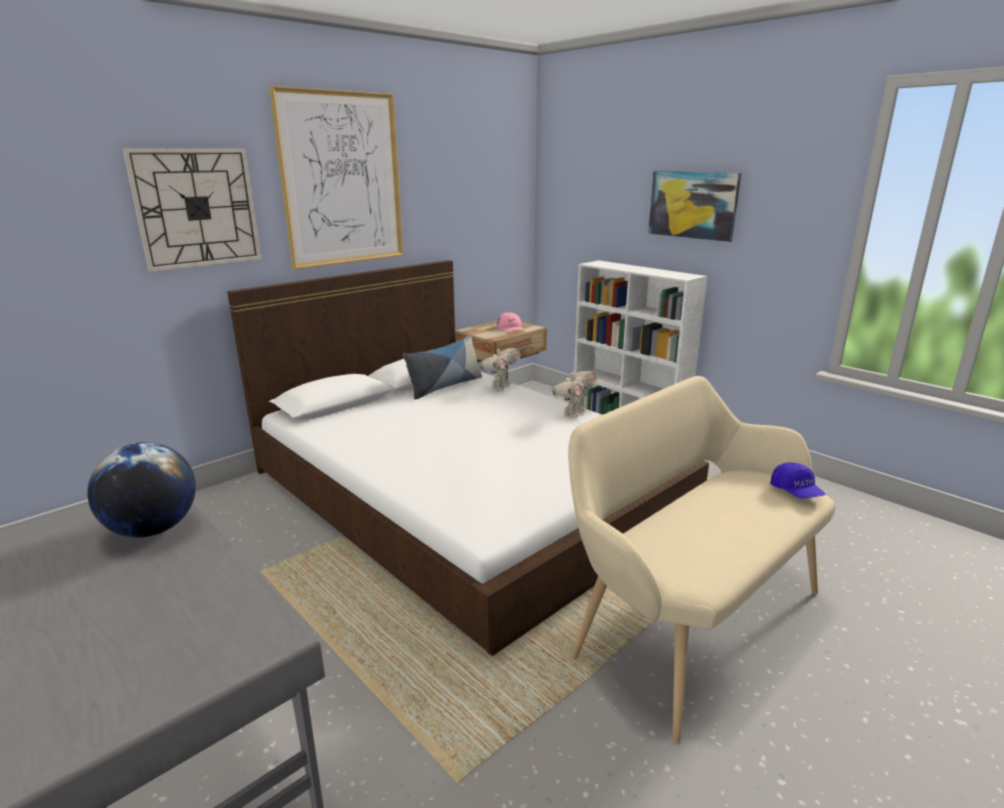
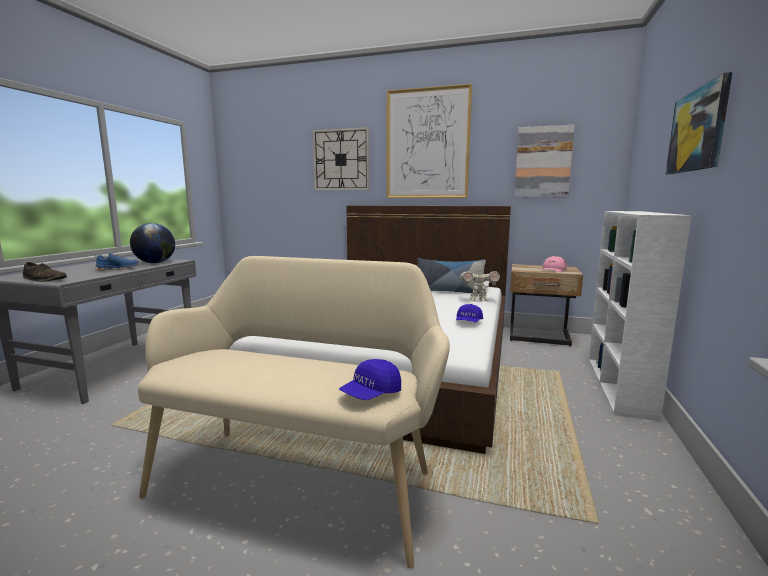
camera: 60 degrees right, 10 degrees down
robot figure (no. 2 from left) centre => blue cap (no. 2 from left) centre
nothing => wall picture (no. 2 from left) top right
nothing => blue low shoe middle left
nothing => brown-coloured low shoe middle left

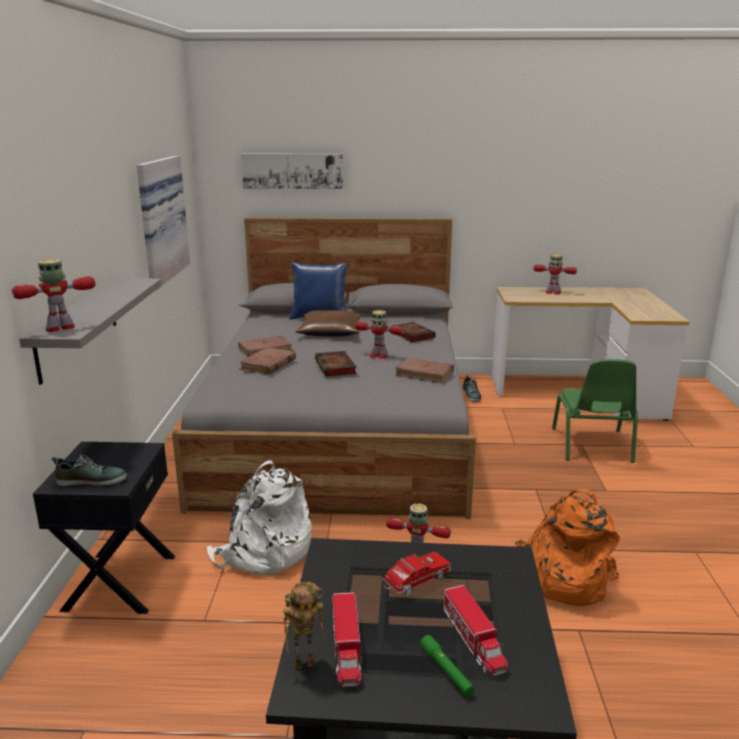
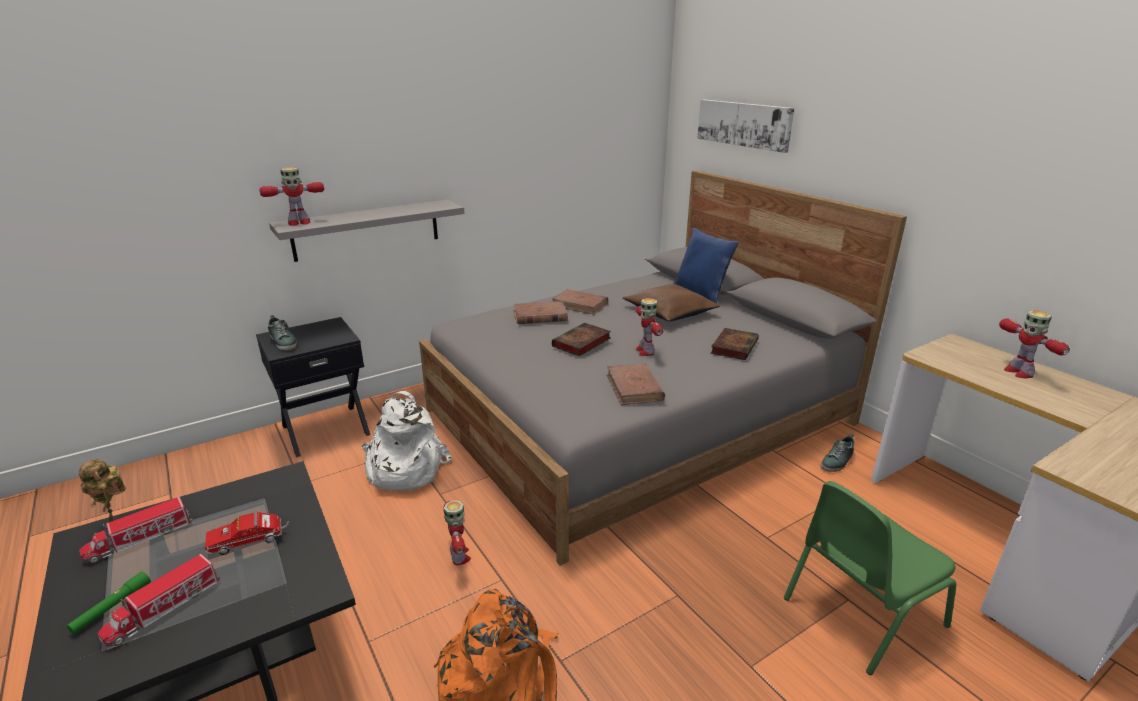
camera: 55 degrees right, 5 degrees up
wall picture (no. 1 from left) top left => nothing
robot figure (no. 1 from left in the first image) middle left => robot figure (no. 2 from left) top left, 135 degrees clockwise
toy lorry (no. 2 from left in the first image) bottom centre => toy lorry (no. 3 from left) bottom left, 135 degrees clockwise

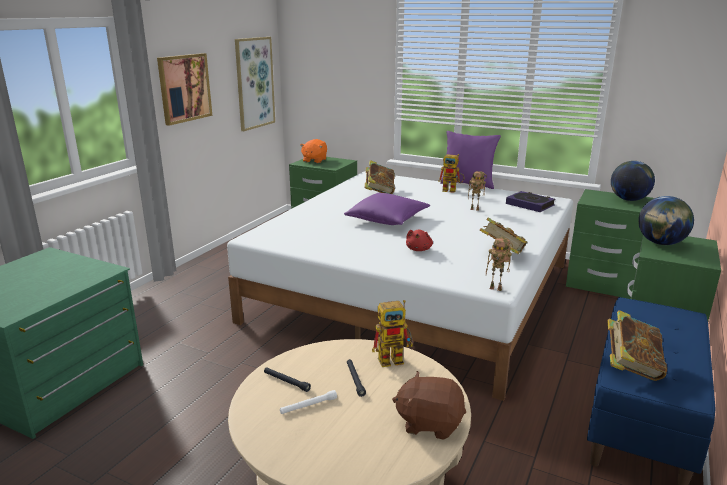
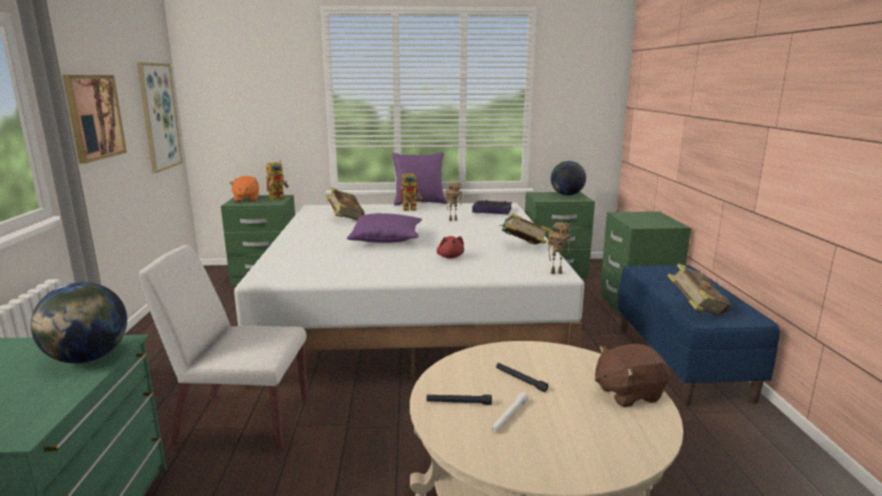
camera: 30 degrees left, 5 degrees down
desk globe (no. 2 from left in the first image) middle right => desk globe (no. 1 from left) middle left, shifted
robot figure (no. 1 from left) bottom centre => robot figure (no. 1 from left) middle left, shifted
nothing => white upright chair bottom left

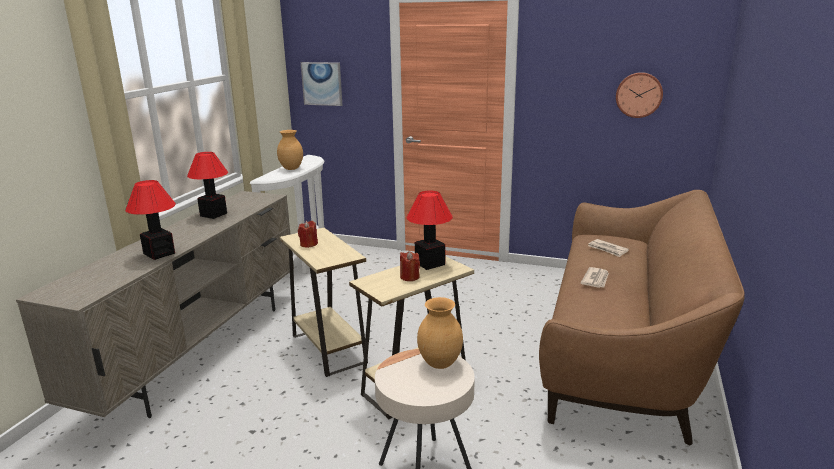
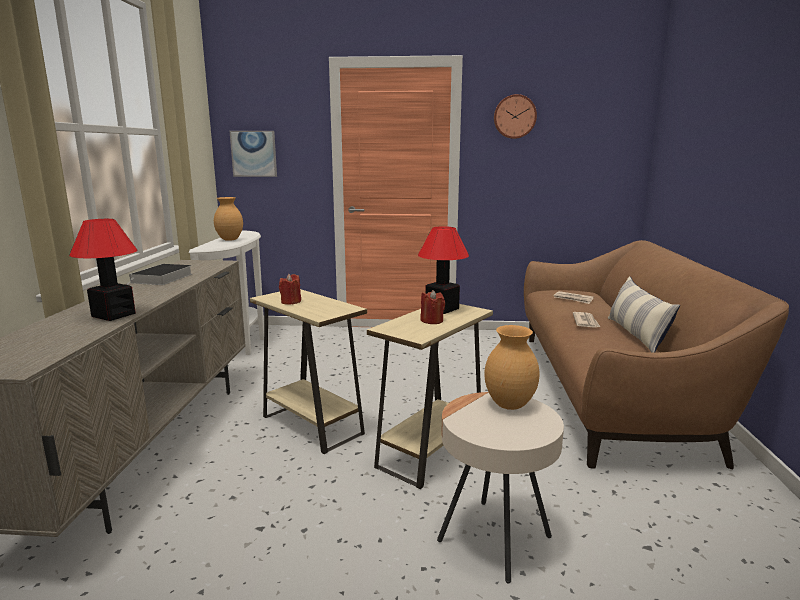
camera: 15 degrees left, 5 degrees down
clock on the wall top right => clock on the wall top centre, shifted
lamp for a table (no. 2 from left) middle left => volume middle left
nothing => throw pillow middle right

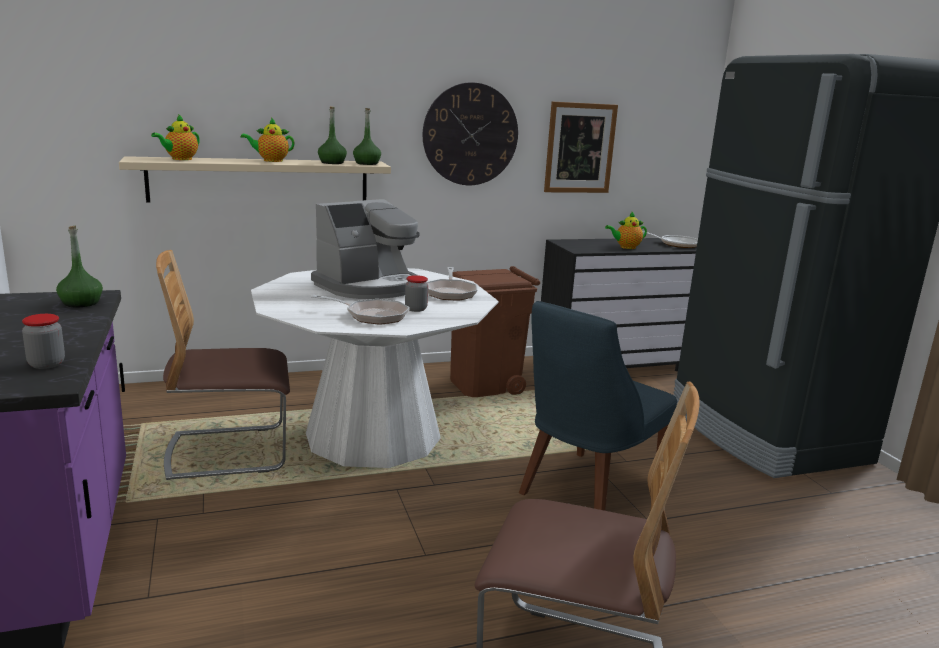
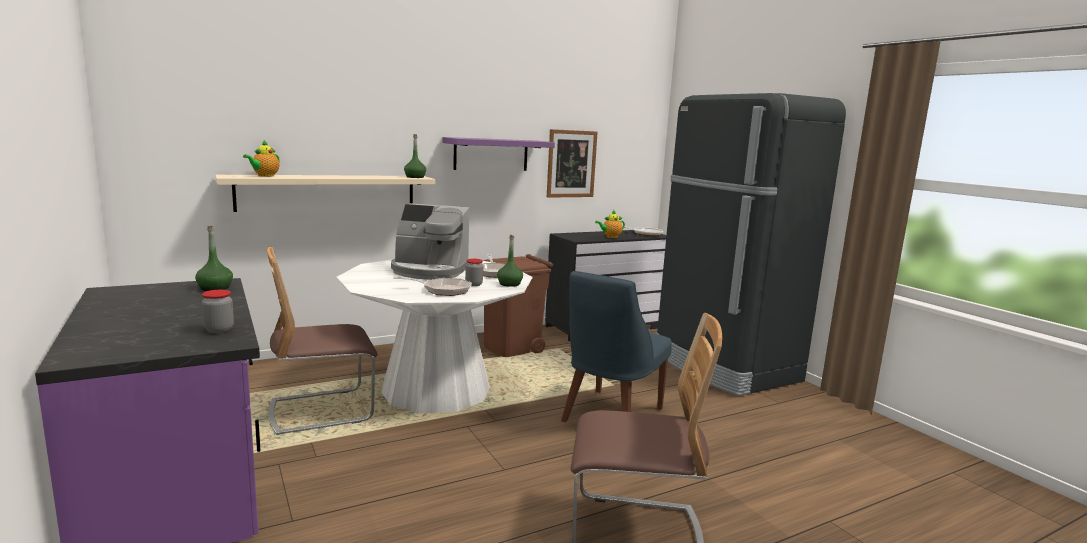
camera: 10 degrees left, 5 degrees down
clock on the wall top centre => purplish shelf top centre
green beverage bottle (no. 2 from left in the first image) top centre => green beverage bottle (no. 3 from left) centre, shifted
pot for tea (no. 2 from left) top left => nothing
coffee brewer centre, 60 degrees clockwise

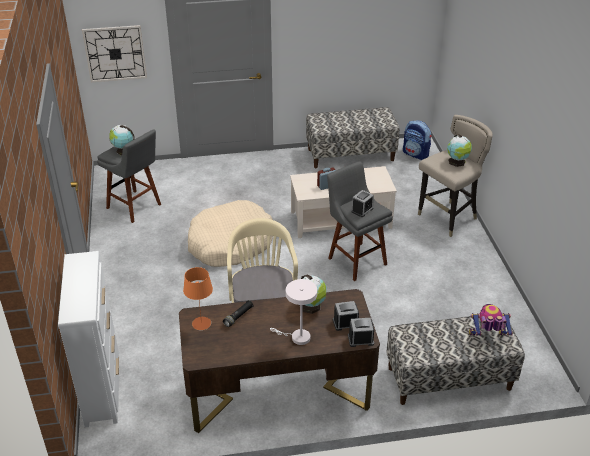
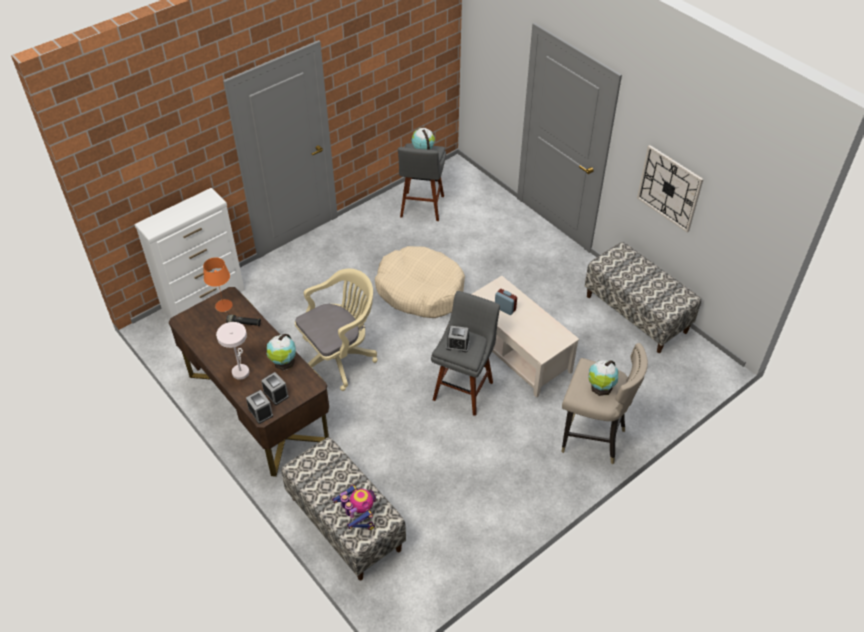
camera: 60 degrees right, 10 degrees up
clock on the wall top left => clock on the wall top right, shifted
knapsack top right => nothing

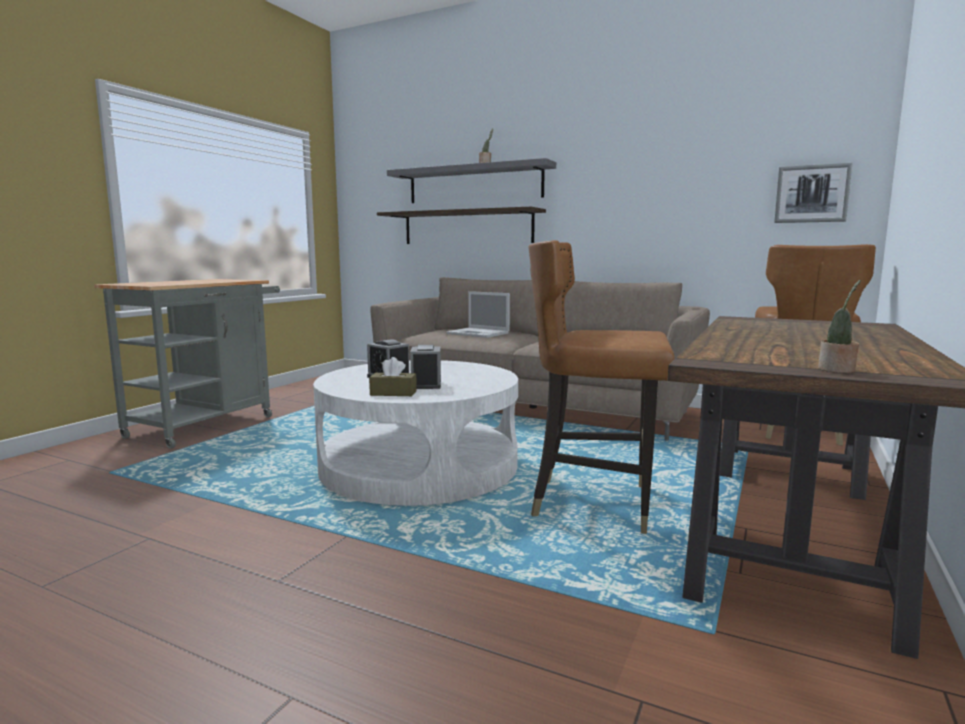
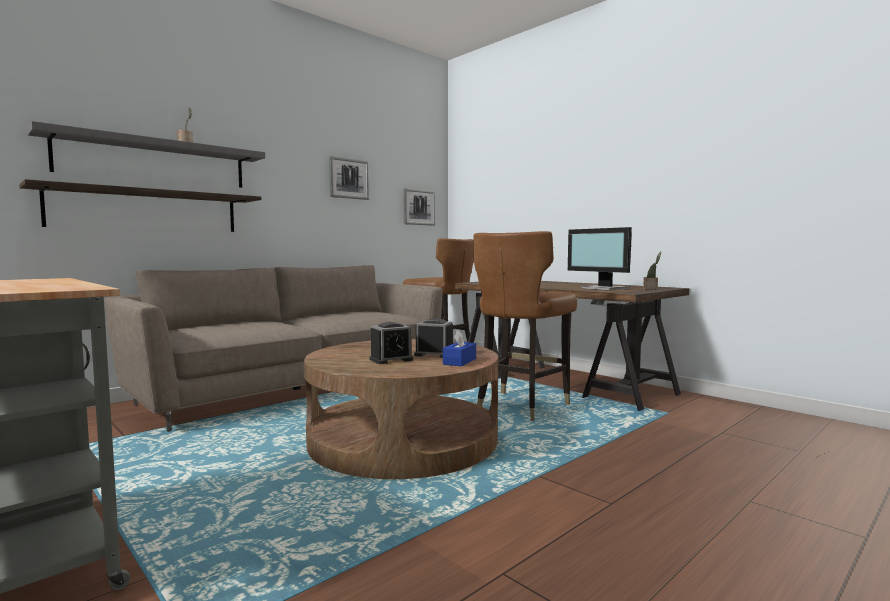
camera: 70 degrees left, 5 degrees down
laptop centre => nothing
brown-coloured box of tissues centre => blue box of tissues centre
white lounge table centre => brown-coloured lounge table bottom centre
nothing => wall picture (no. 1 from left) top centre
nothing => monitor middle right

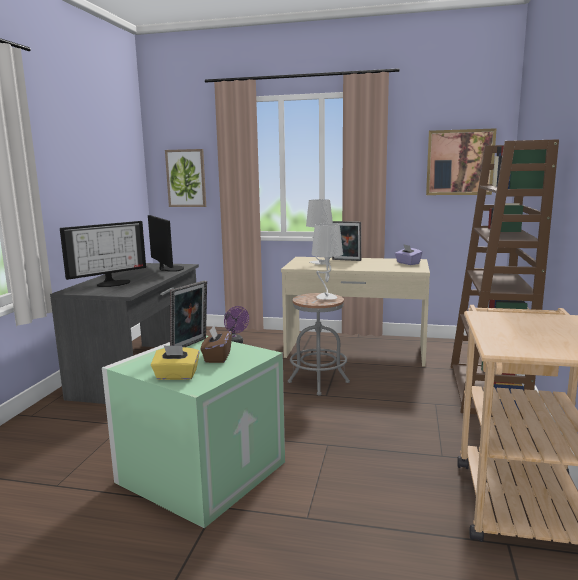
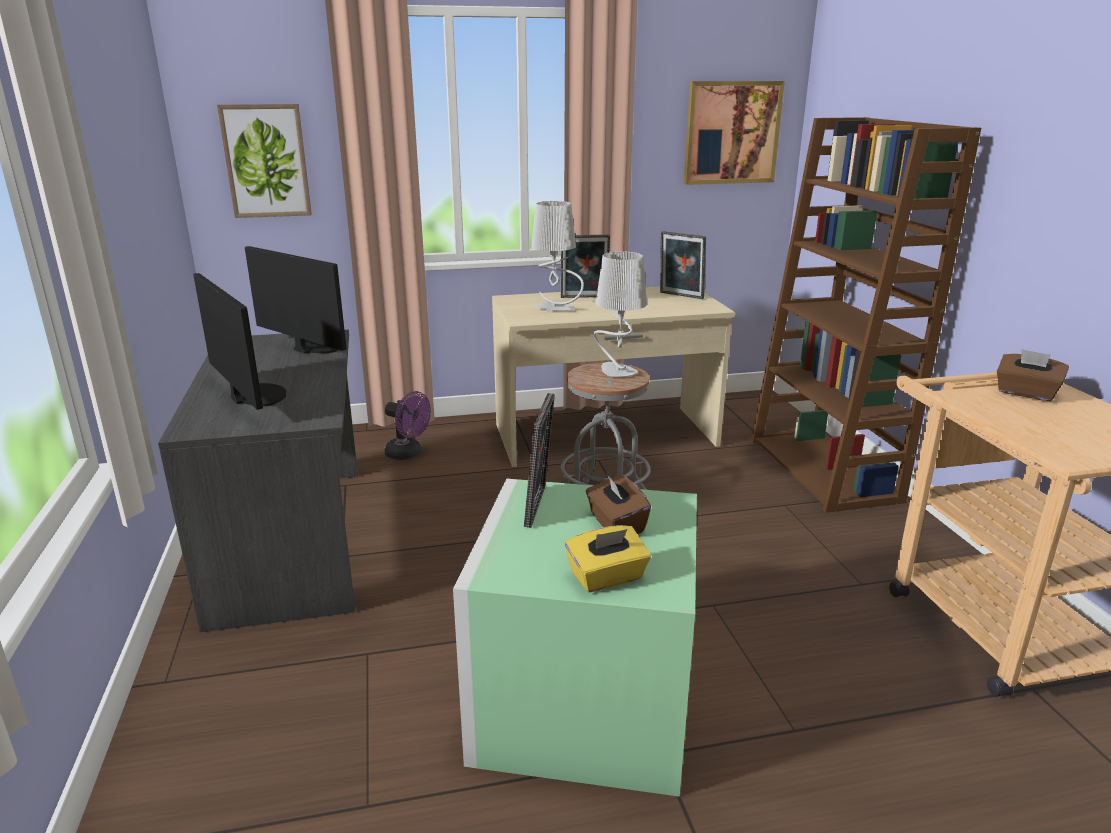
camera: 25 degrees left, 10 degrees up
monitor (no. 1 from left) middle left, 60 degrees counterclockwise
purplish box of tissues middle right => picture frame (no. 3 from left) top centre
nothing => brown-coloured box of tissues (no. 2 from left) middle right

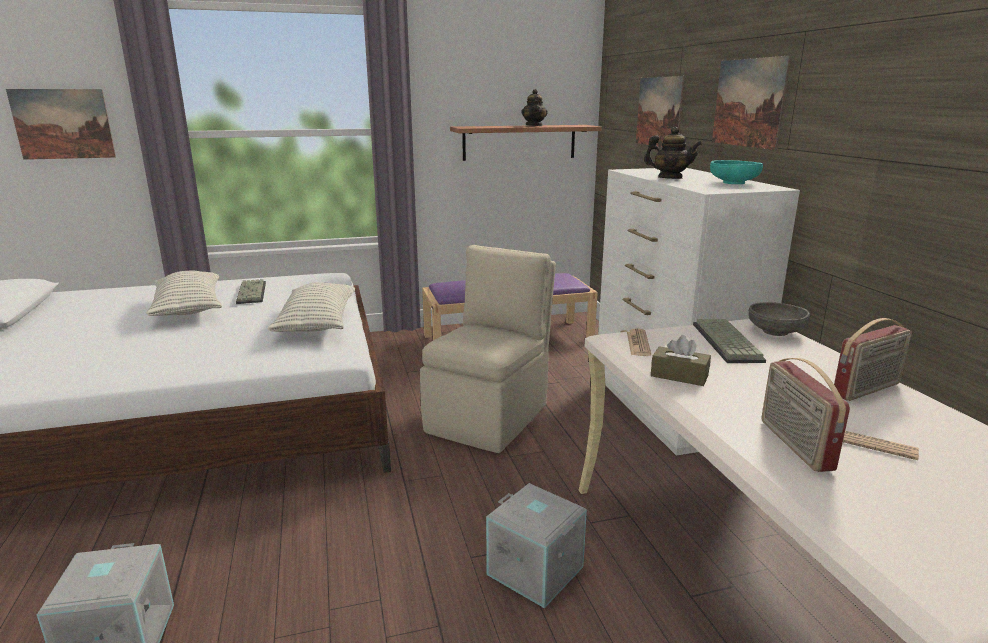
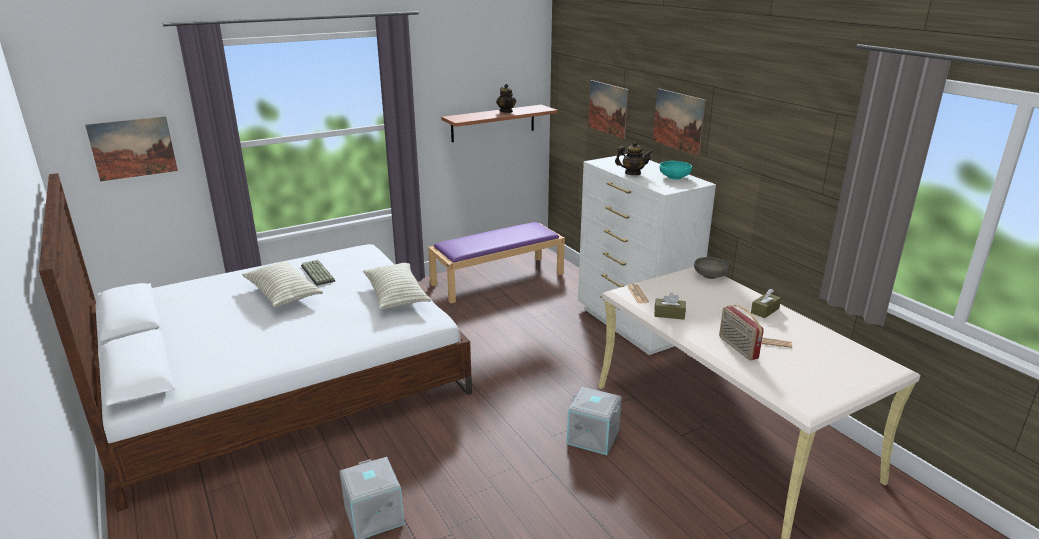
camera: 15 degrees left, 5 degrees up
sand-coloured upright chair centre => nothing
radio set (no. 2 from left) middle right => brown-coloured box of tissues (no. 2 from left) middle right
PC keyboard (no. 2 from left) middle right => nothing

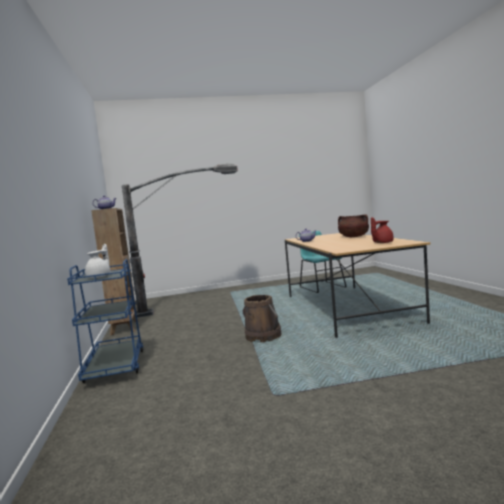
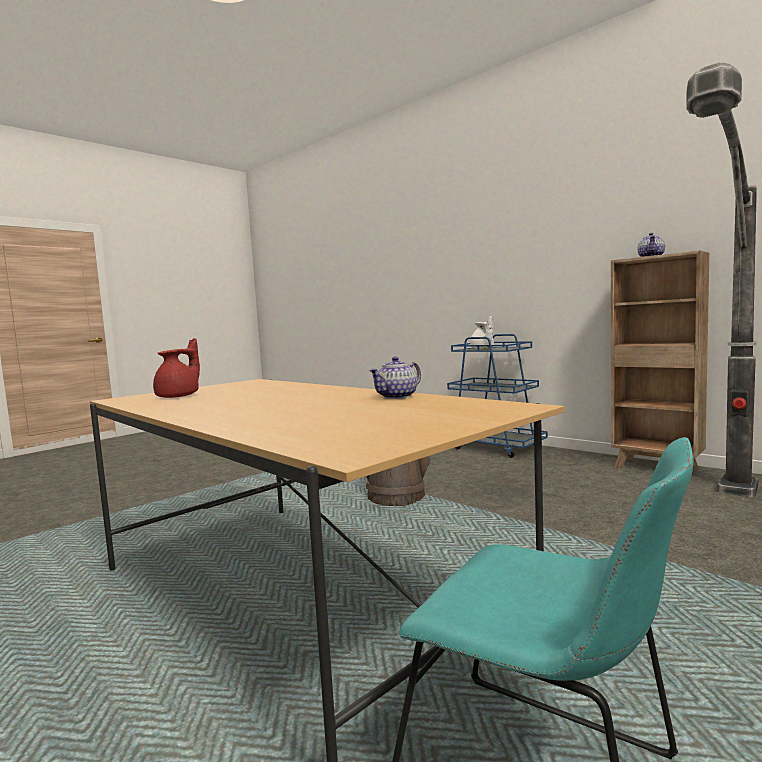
camera: 145 degrees right, 0 degrees up
brown-coloured stockpot middle right => nothing

